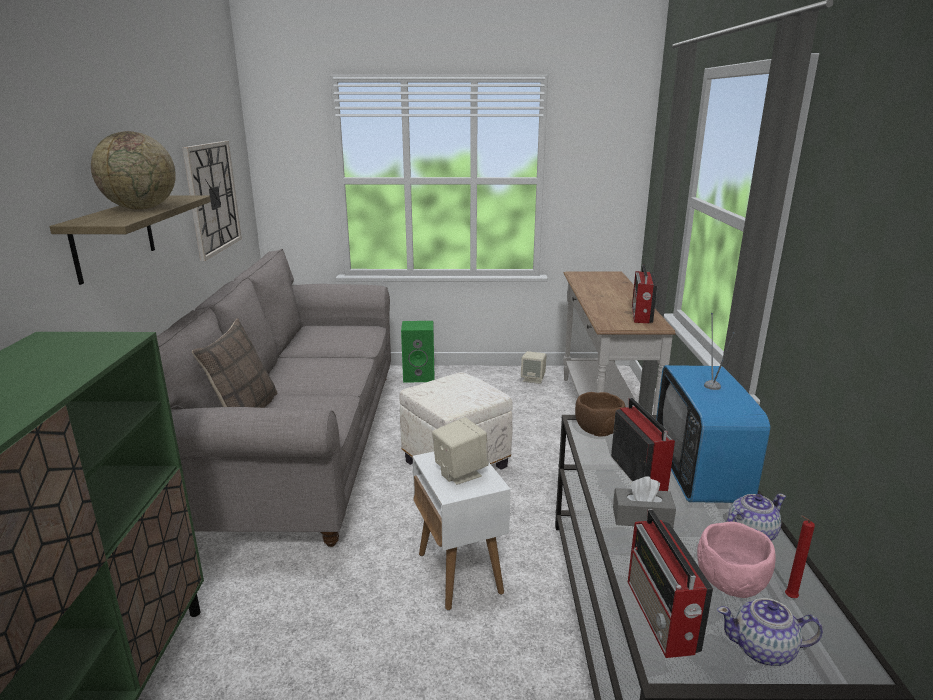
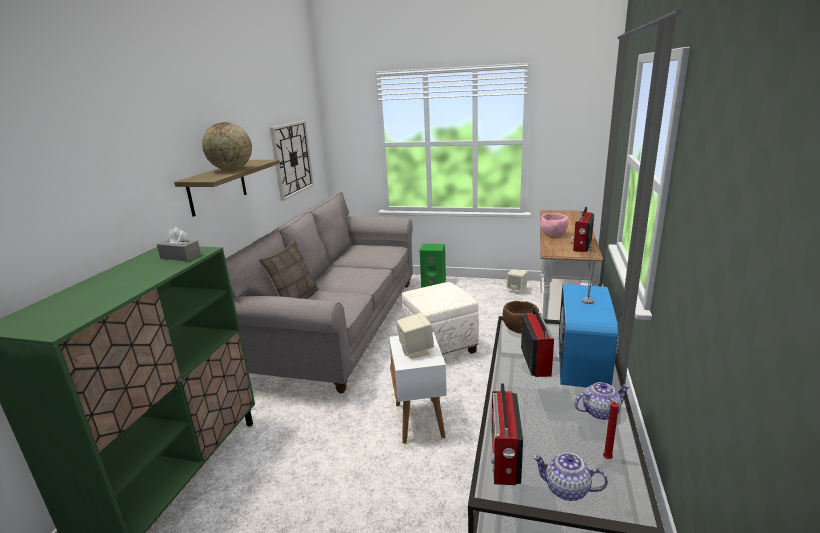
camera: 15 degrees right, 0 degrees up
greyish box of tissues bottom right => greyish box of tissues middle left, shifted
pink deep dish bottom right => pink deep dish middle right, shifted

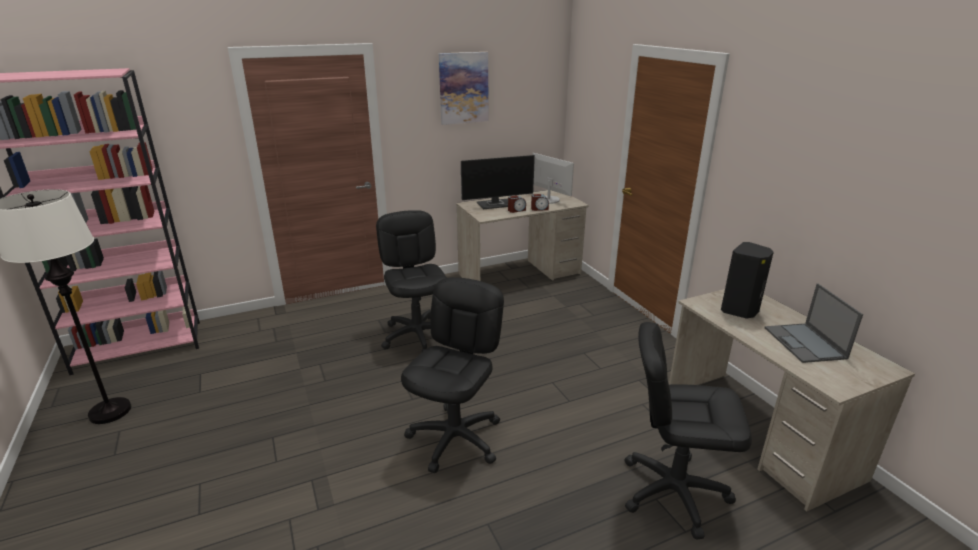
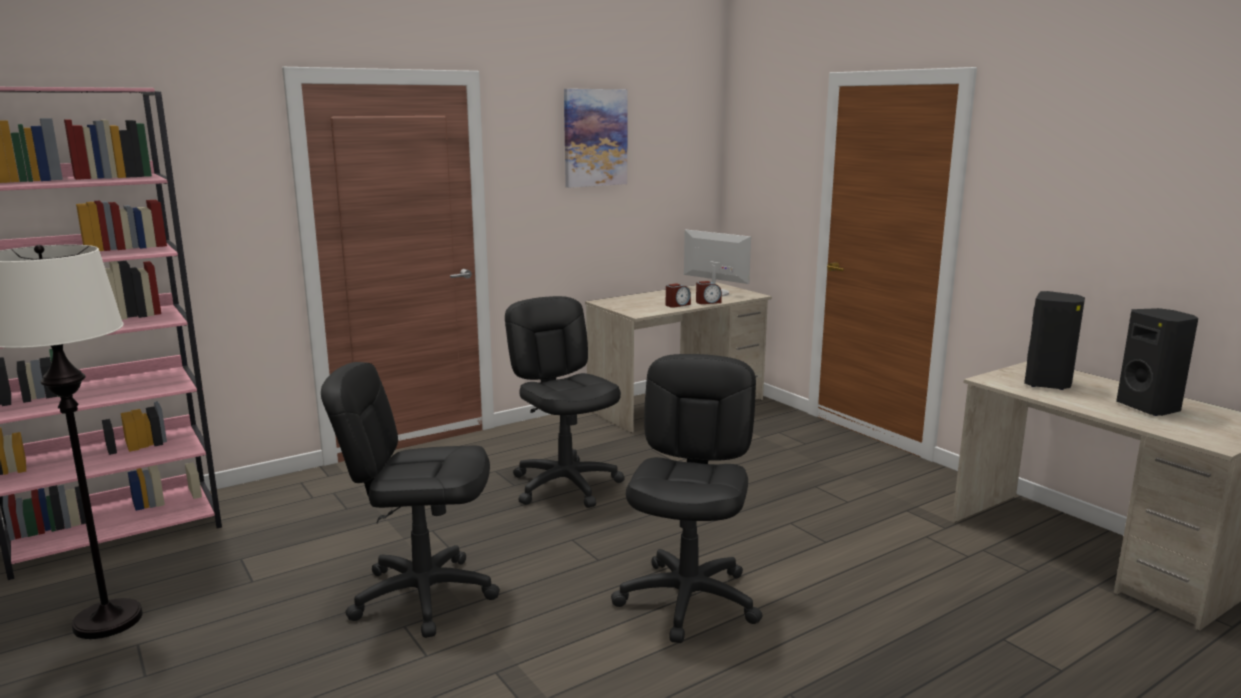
camera: 10 degrees left, 10 degrees down
monitor (no. 1 from left) top centre => nothing
laptop middle right => black audio speaker (no. 2 from left) middle right
black computer chair (no. 3 from left in the first image) bottom right => black computer chair (no. 1 from left) bottom left, shifted

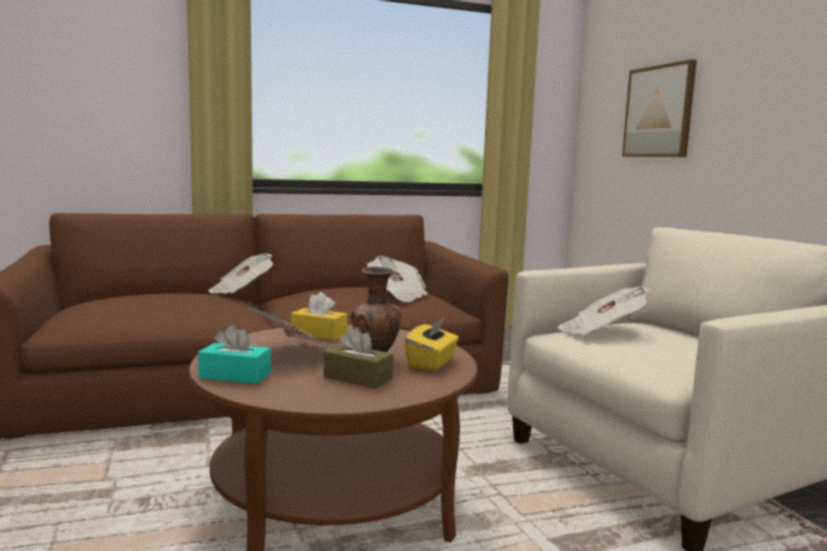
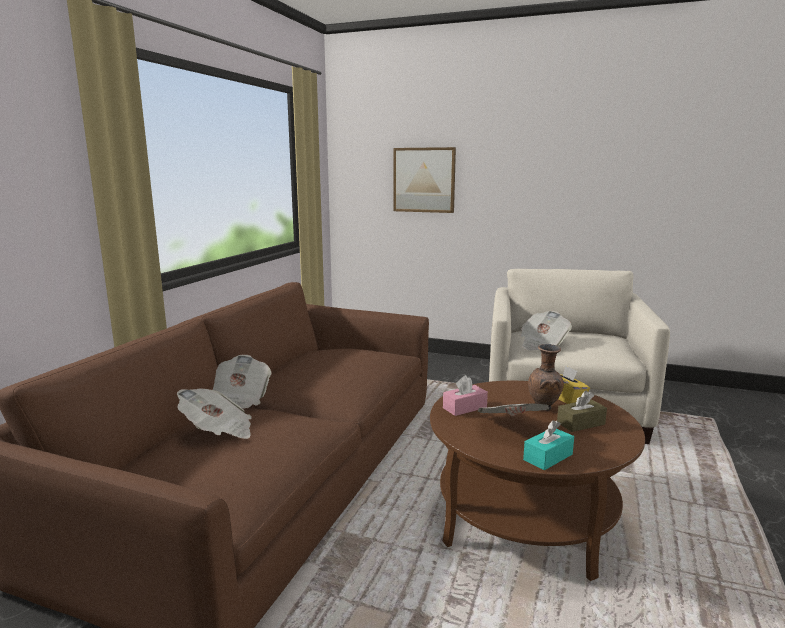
camera: 50 degrees left, 5 degrees up
newspaper (no. 3 from left in the first image) centre => newspaper (no. 1 from left) middle left, shifted
yellow box of tissues (no. 1 from left) centre => pink box of tissues centre

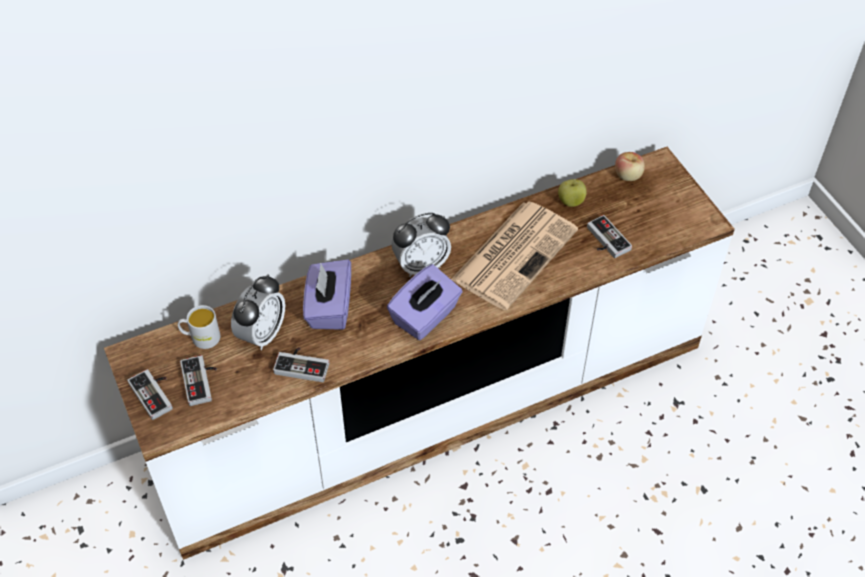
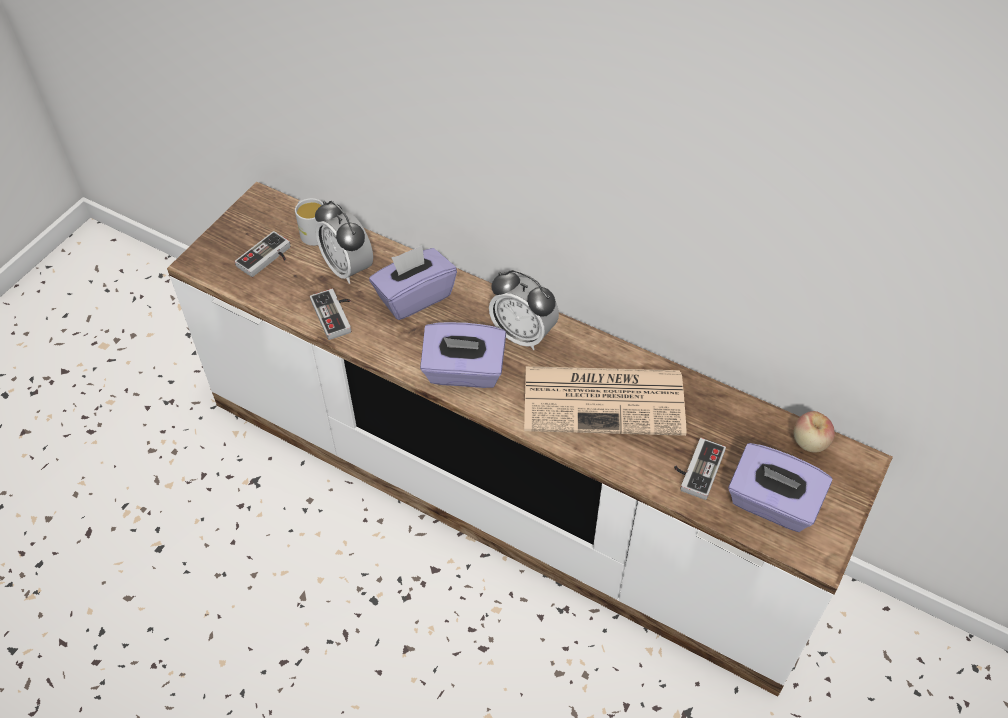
camera: 55 degrees right, 0 degrees up
apple (no. 1 from left) centre => nothing
bedside clock (no. 1 from left) middle left => bedside clock (no. 1 from left) centre, 60 degrees clockwise
game controller (no. 1 from left) bottom left => nothing
nothing => purplish box of tissues (no. 3 from left) bottom right

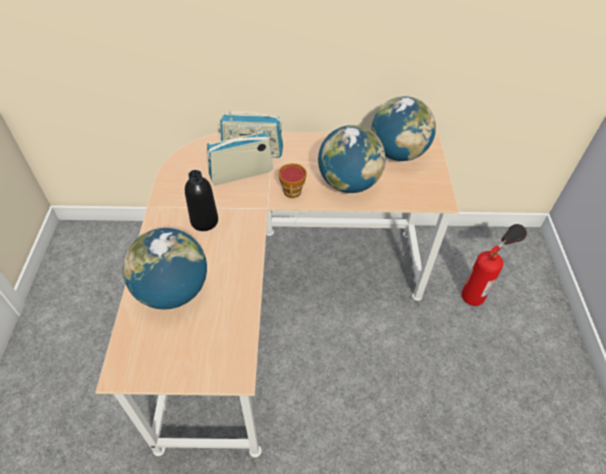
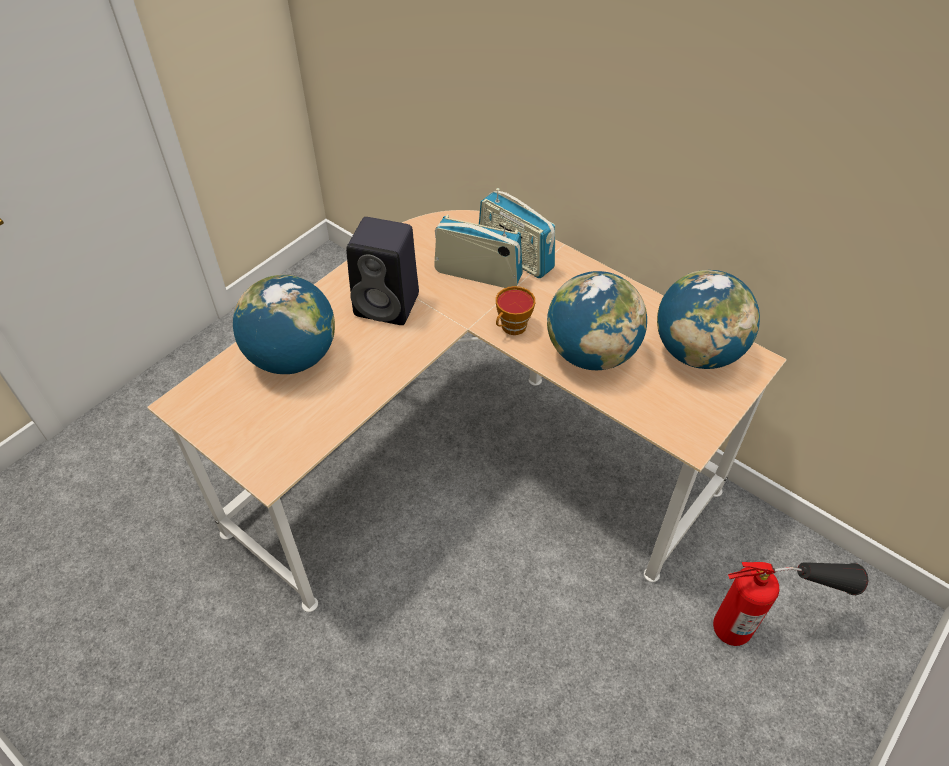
camera: 40 degrees right, 0 degrees up
black beverage bottle middle left => black audio speaker centre

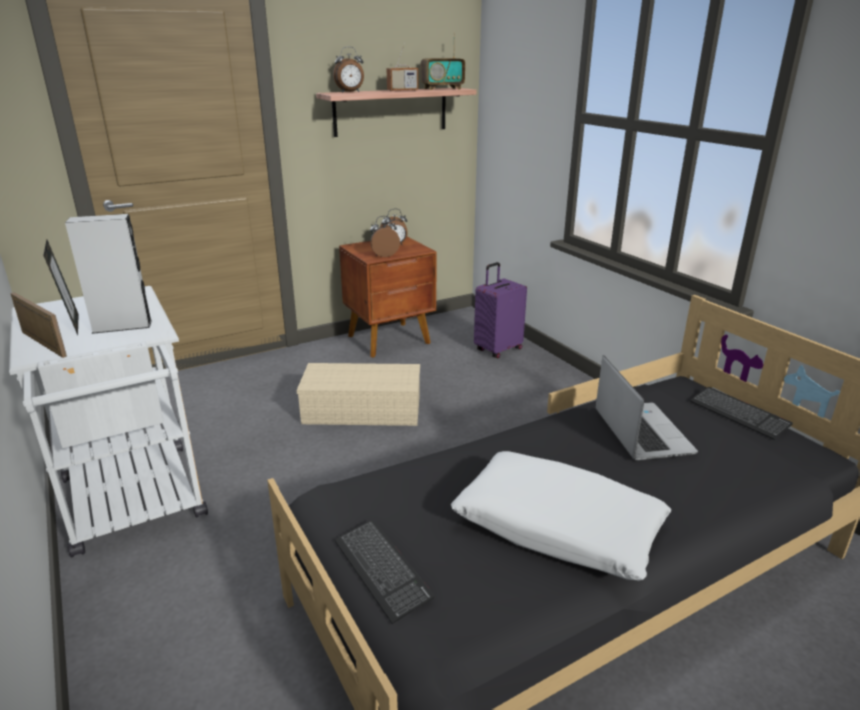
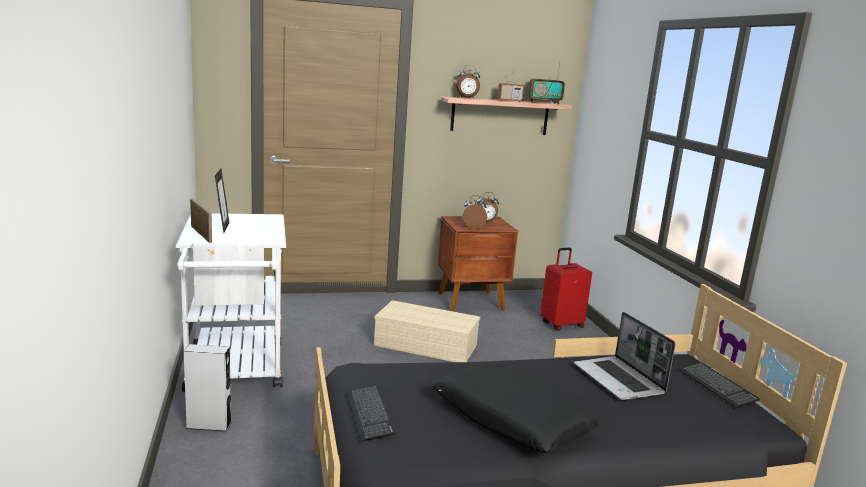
camera: 15 degrees right, 10 degrees down
greyish audio speaker middle left => greyish audio speaker bottom left, shifted
purplish piece of luggage centre => red piece of luggage centre
laptop middle right => laptop bottom right, 150 degrees clockwise
white throw pillow bottom centre => black throw pillow bottom centre

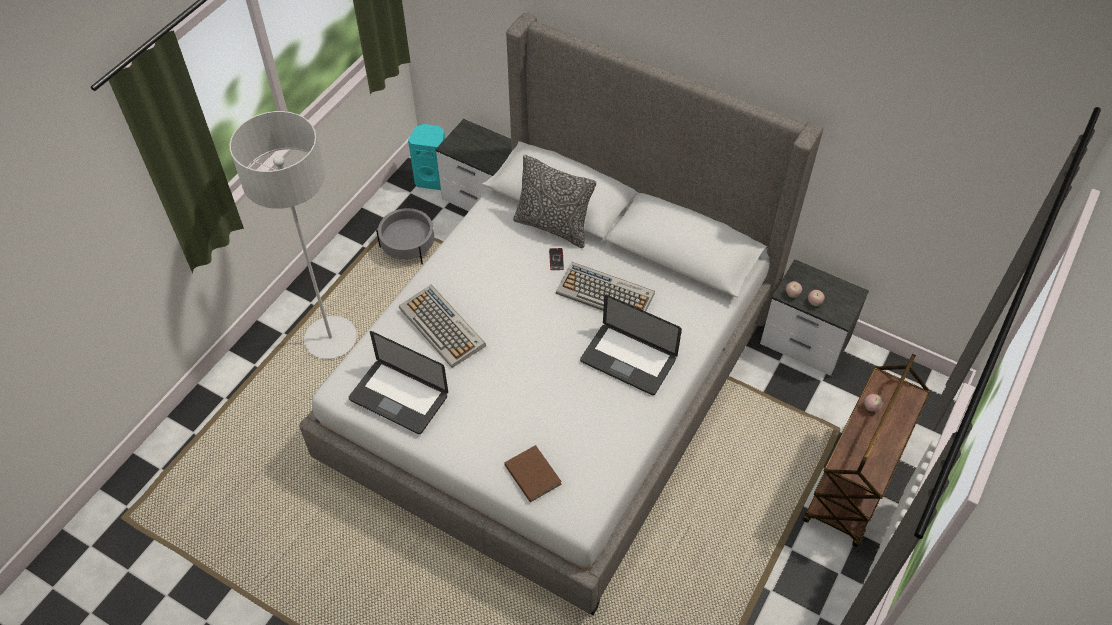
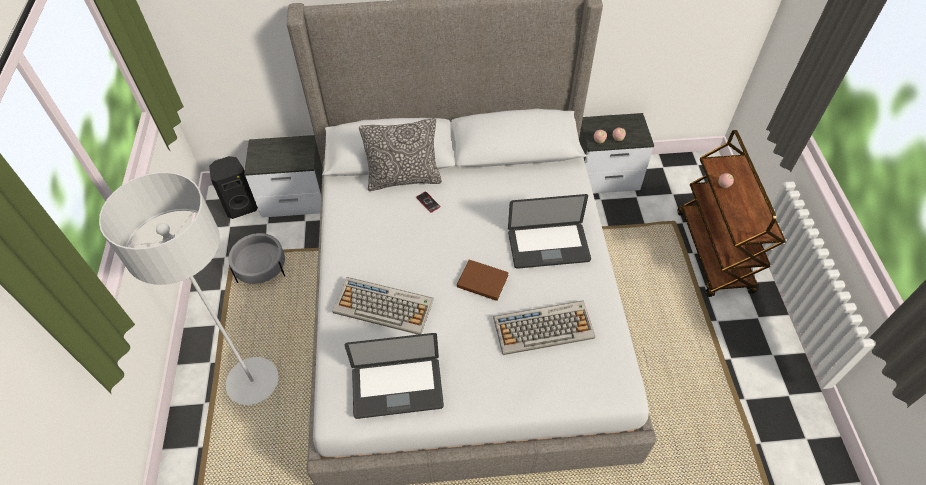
camera: 35 degrees left, 0 degrees up
turquoise audio speaker top centre => black audio speaker middle left
PC keyboard (no. 2 from left) centre => PC keyboard (no. 2 from left) bottom centre, shifted
brown-coloured volume bottom centre => brown-coloured volume centre, shifted

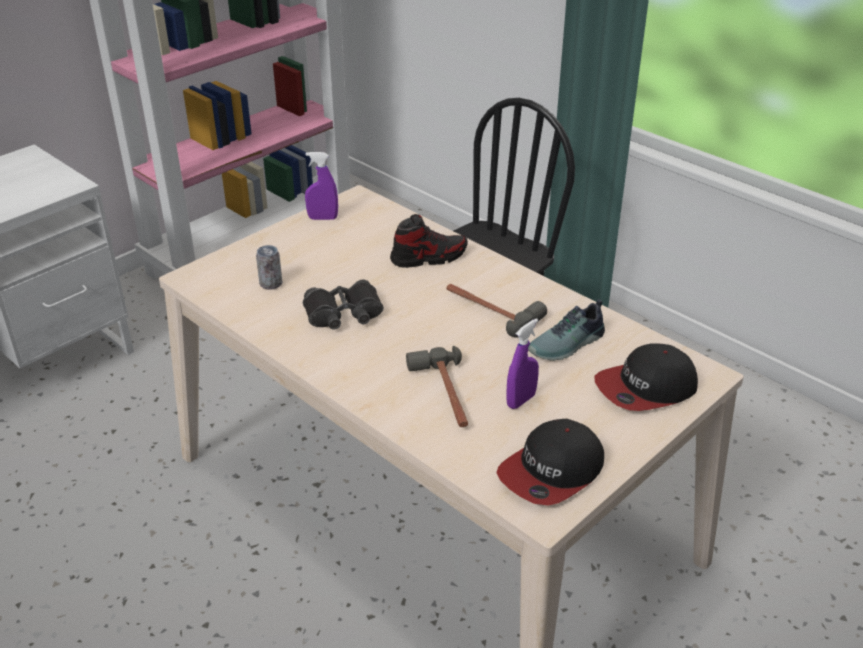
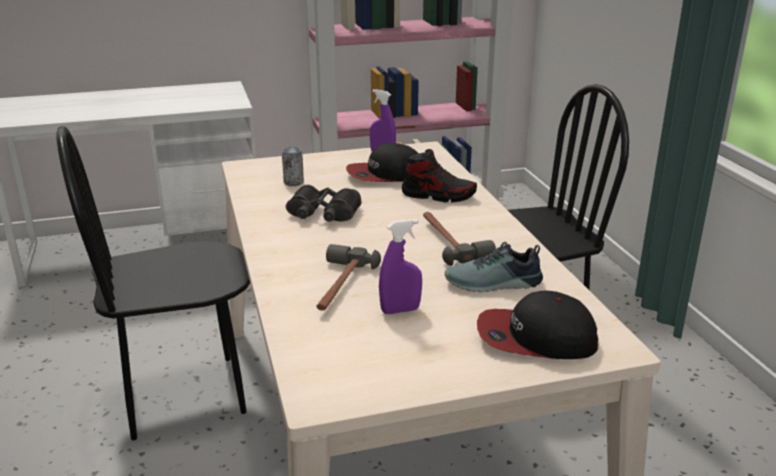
camera: 30 degrees right, 10 degrees down
cap (no. 1 from left) bottom centre => cap (no. 1 from left) centre, shifted
nothing => black upright chair (no. 1 from left) middle left

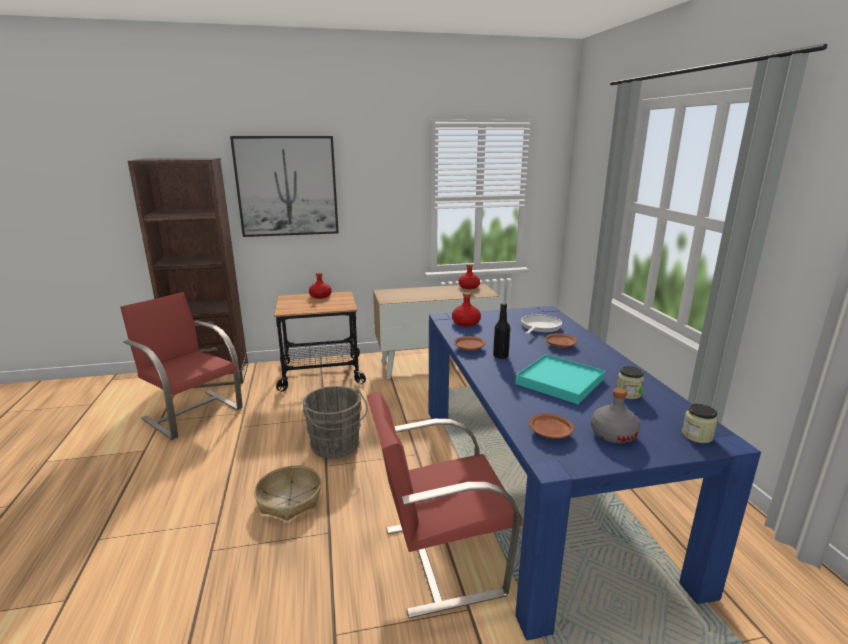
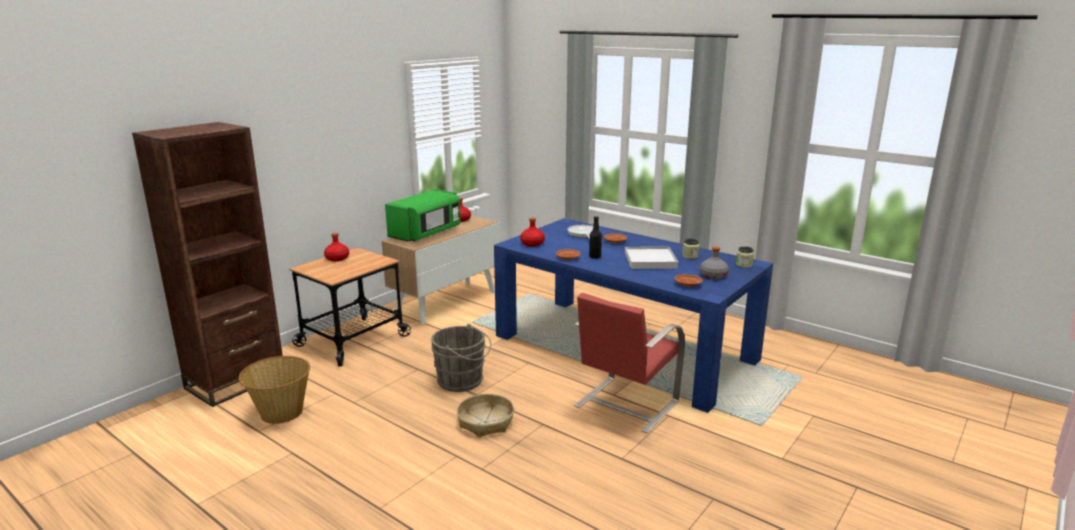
camera: 40 degrees left, 0 degrees up
wall picture top centre => nothing
red upright chair (no. 1 from left) middle left => storage basket (no. 1 from left) bottom left
turquoise serving tray centre => white serving tray centre
nothing => green microwave oven centre

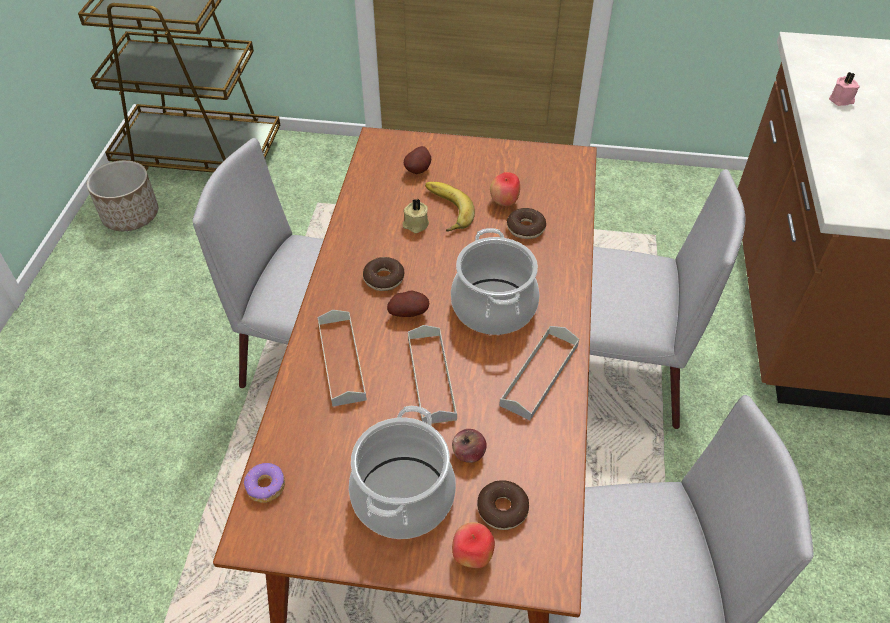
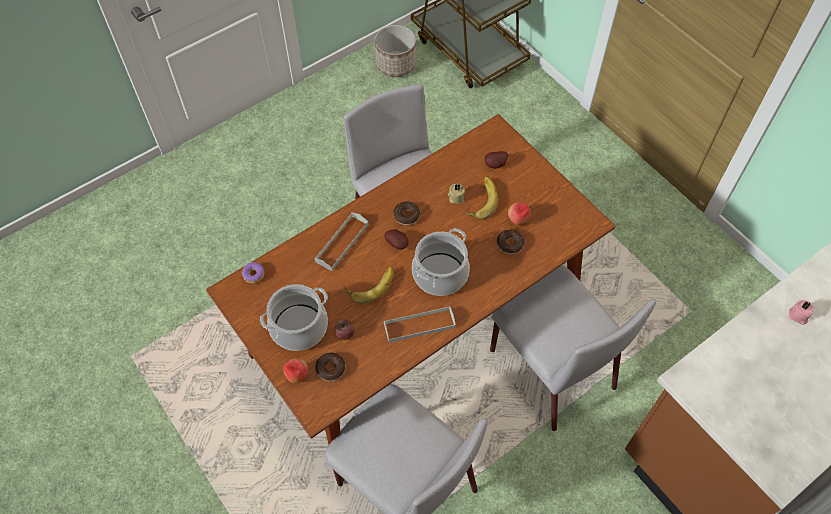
camera: 45 degrees right, 10 degrees up
greyish serving tray (no. 2 from left) centre => banana (no. 1 from left) centre

